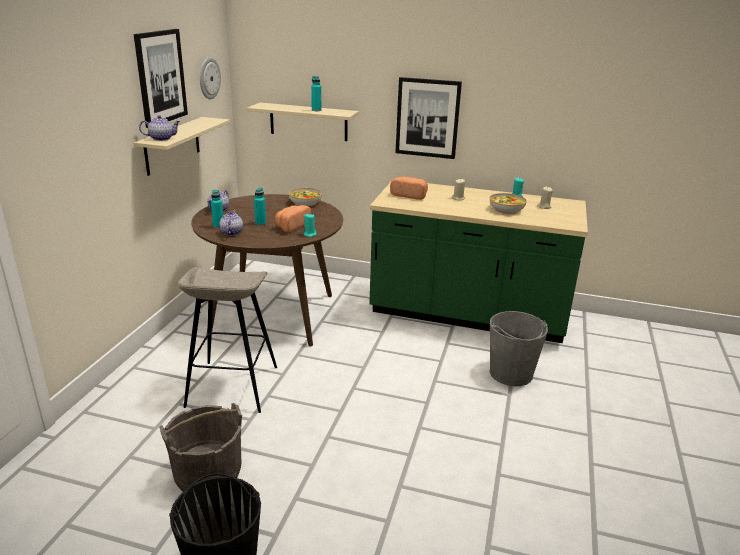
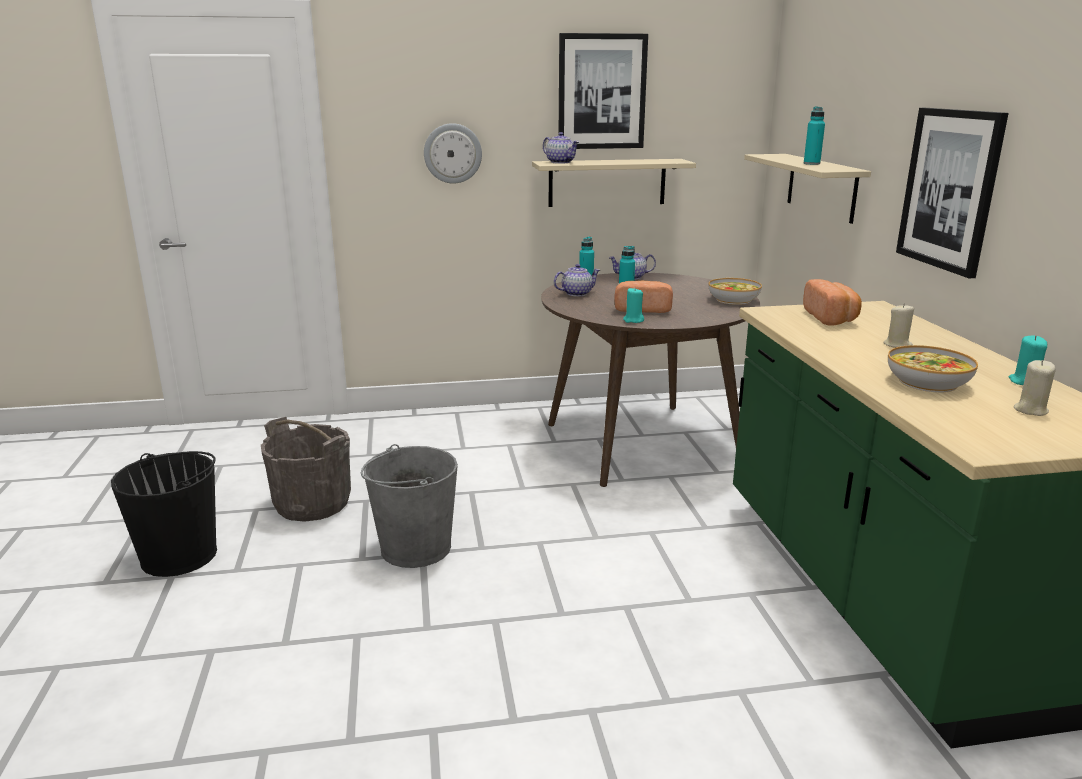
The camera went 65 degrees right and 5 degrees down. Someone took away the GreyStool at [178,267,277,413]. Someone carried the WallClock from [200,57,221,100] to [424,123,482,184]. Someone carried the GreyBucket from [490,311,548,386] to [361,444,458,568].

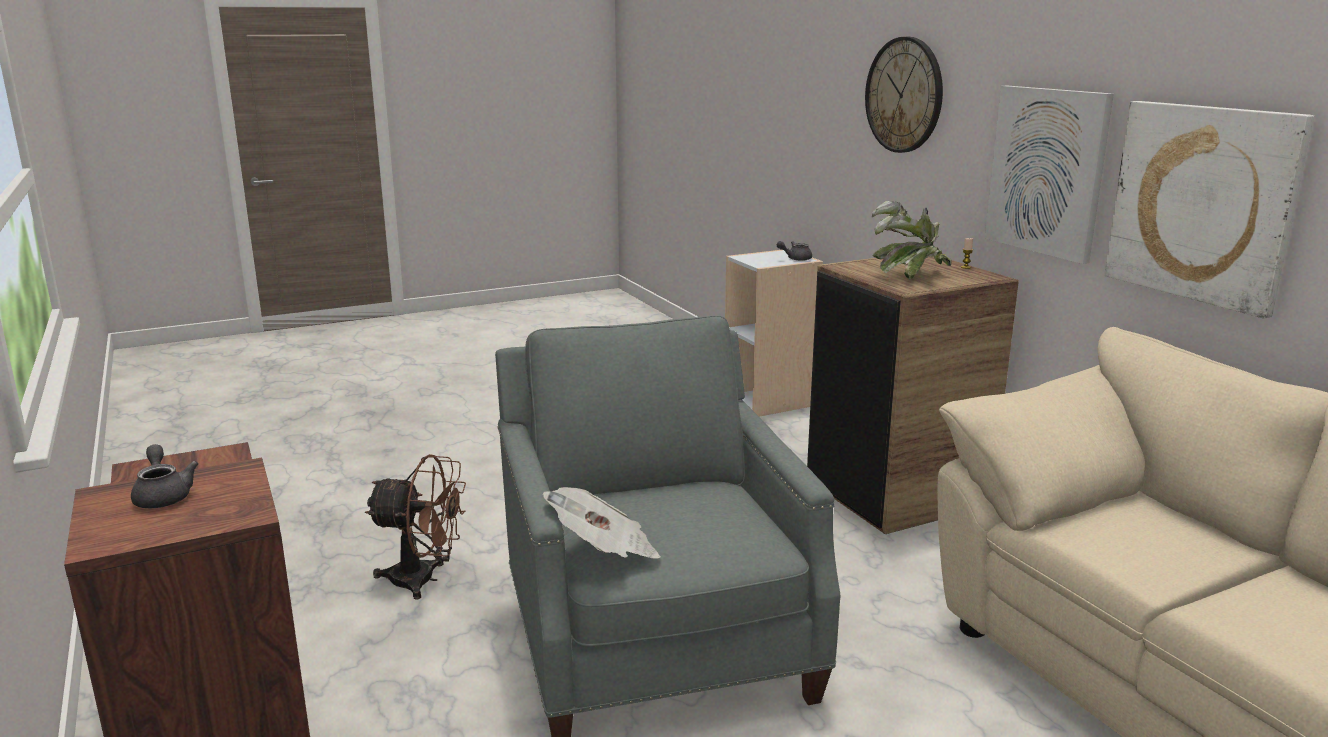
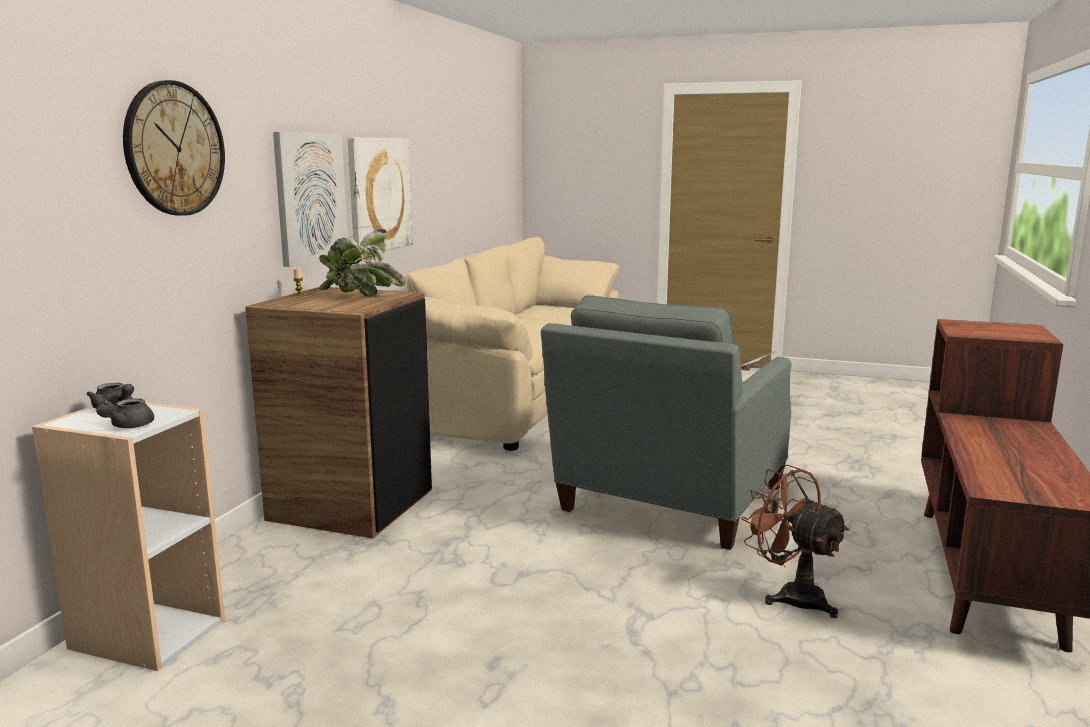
The camera went 135 degrees left and 5 degrees down. Someone carried the GreyTeapot from [131,444,199,508] to [96,398,154,428].

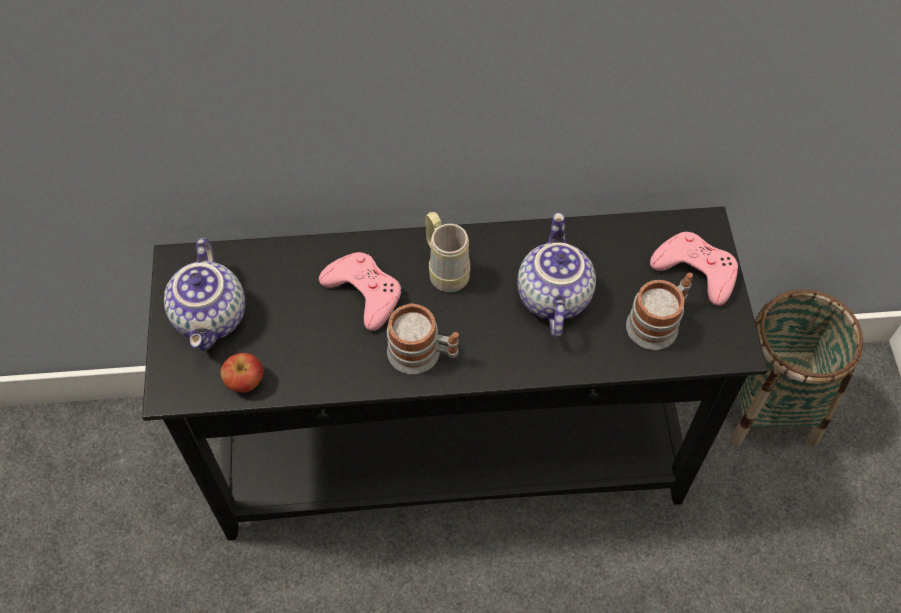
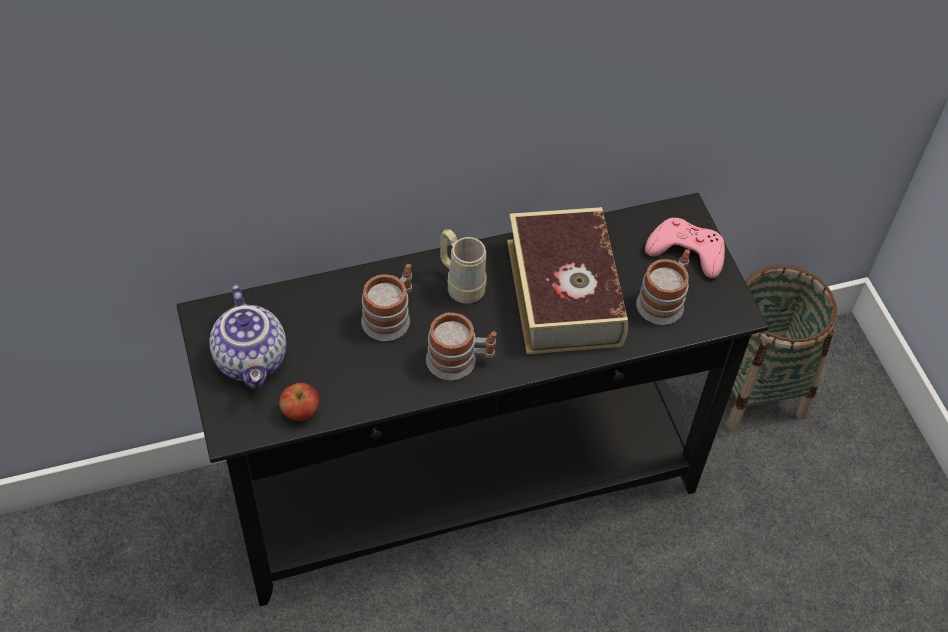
The camera went 15 degrees left and 5 degrees down. Someone swapped the PinkGameController at [319,252,401,331] for the Mug at [361,264,412,341]. Someone swapped the Teapot at [517,213,596,337] for the Book at [507,207,628,355].

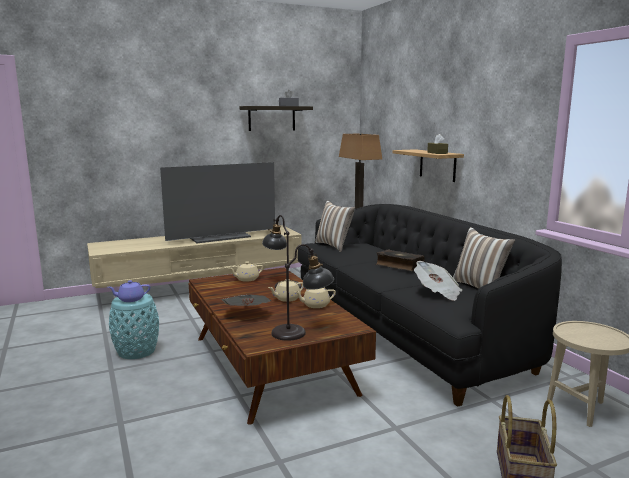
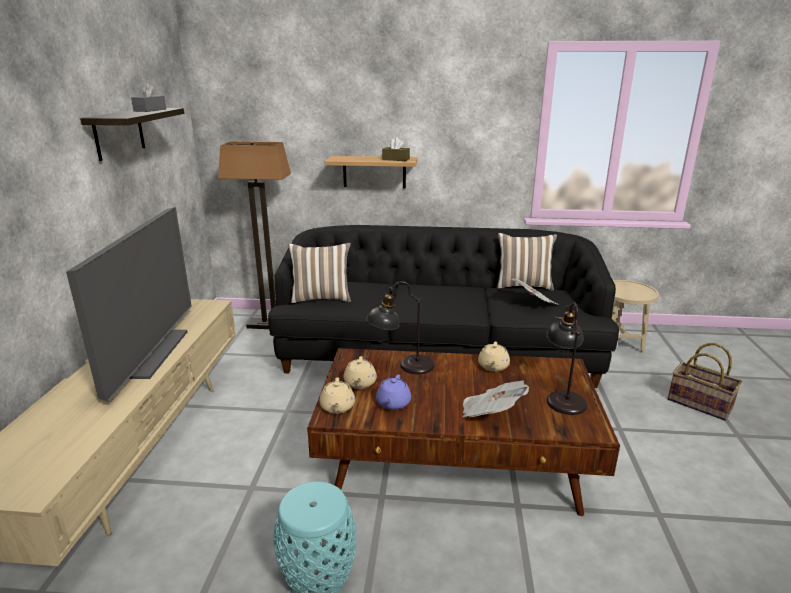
The camera went 60 degrees left and 10 degrees up. Someone took away the Book at [376,249,425,271]. Someone carried the PurpleTeapot from [108,280,150,302] to [376,375,411,410]. Someone carried the BeigeTeapot from [268,279,304,302] to [319,378,355,414].

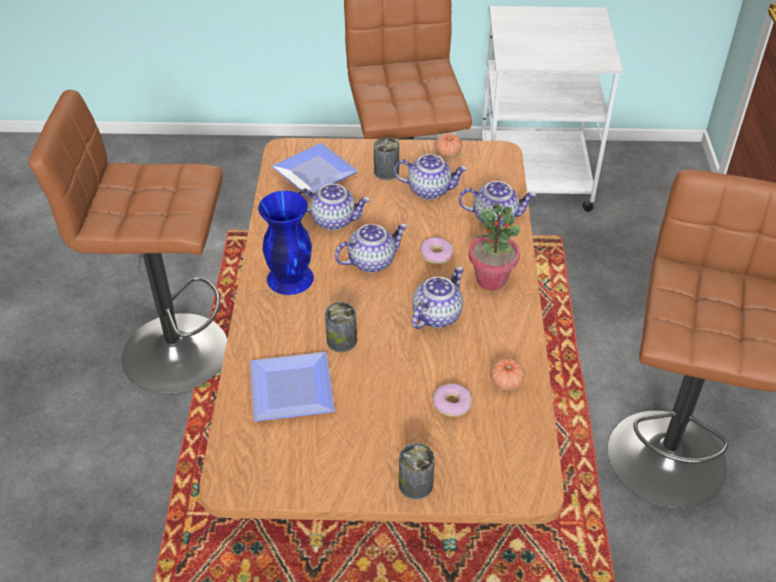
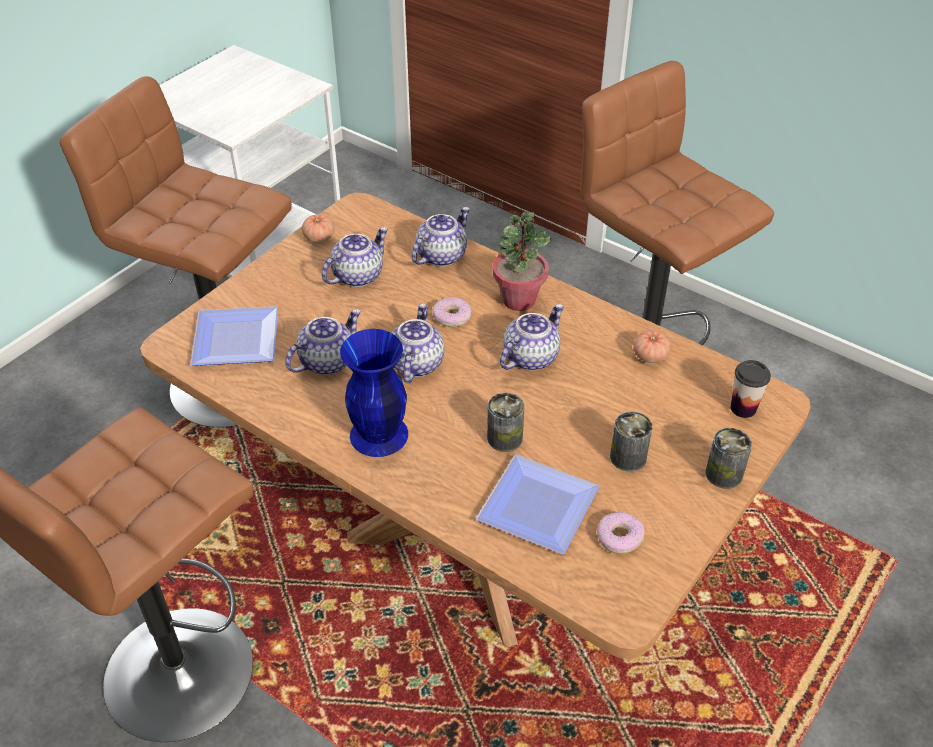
The camera went 55 degrees left and 0 degrees up. Someone put down the Cup at [731,360,771,418]. Someone carried the Can from [374,137,399,180] to [610,412,653,472]. Someone carried the Donut from [433,383,472,417] to [597,512,645,554]. Someone rotated the Teapot at [412,267,464,329] by 60 degrees clockwise.

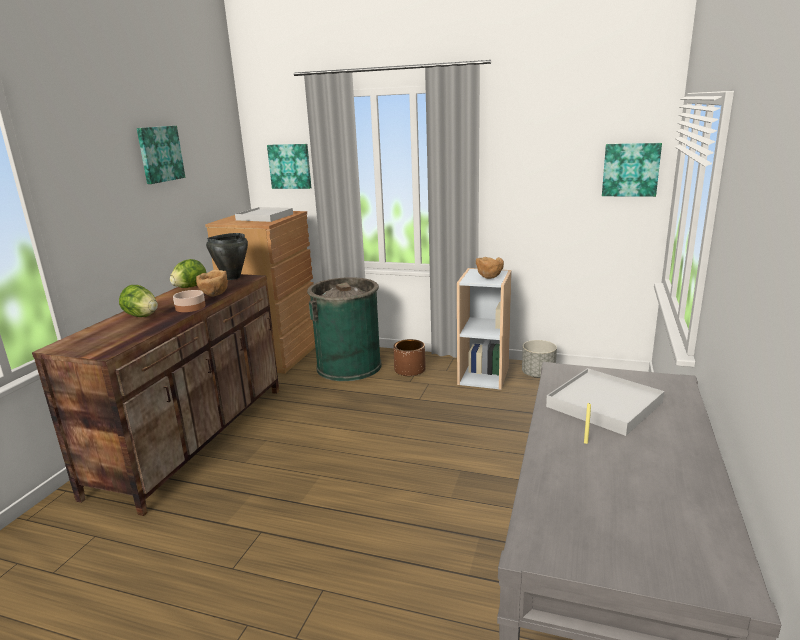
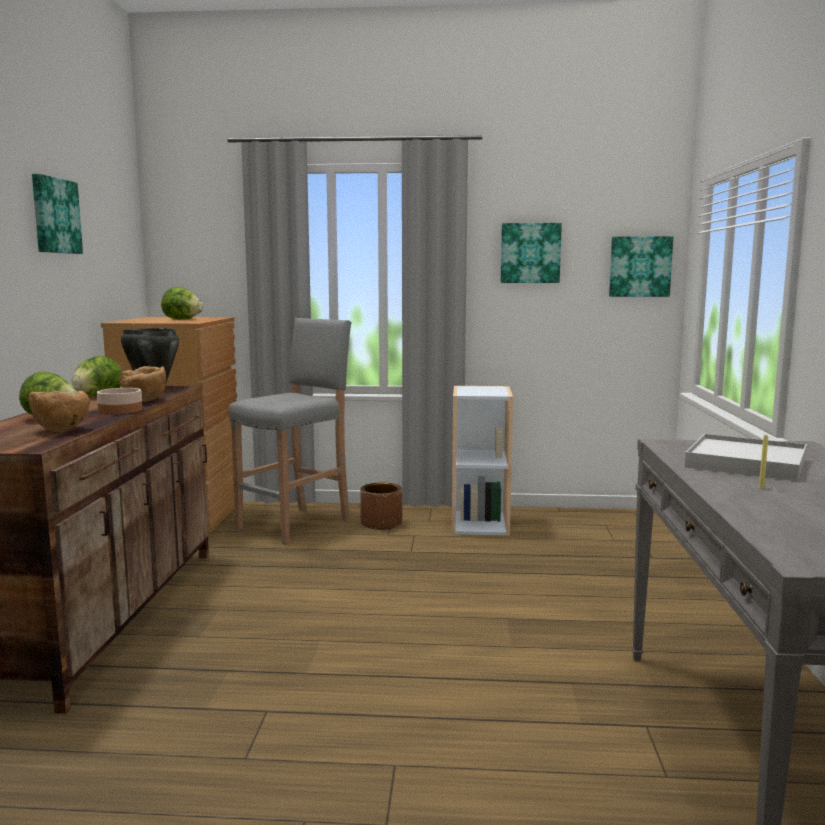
The camera went 15 degrees left and 10 degrees down. Someone took away the GreyPlanter at [522,340,557,378]. Someone carried the Picture from [267,144,311,189] to [501,223,562,283]. Someone carried the BrownBowl from [476,257,504,279] to [29,391,90,432]. Someone swapped the WhiteTray at [235,207,293,222] for the Lettuce at [161,287,203,320]. Someone swapped the GreenTrashCan at [307,277,382,381] for the GreyStool at [228,318,351,545].

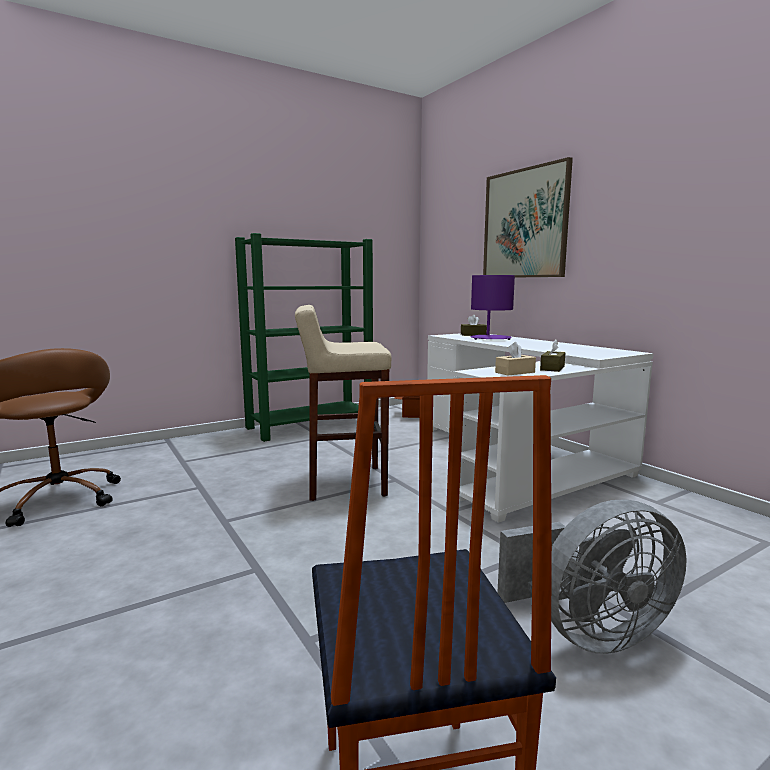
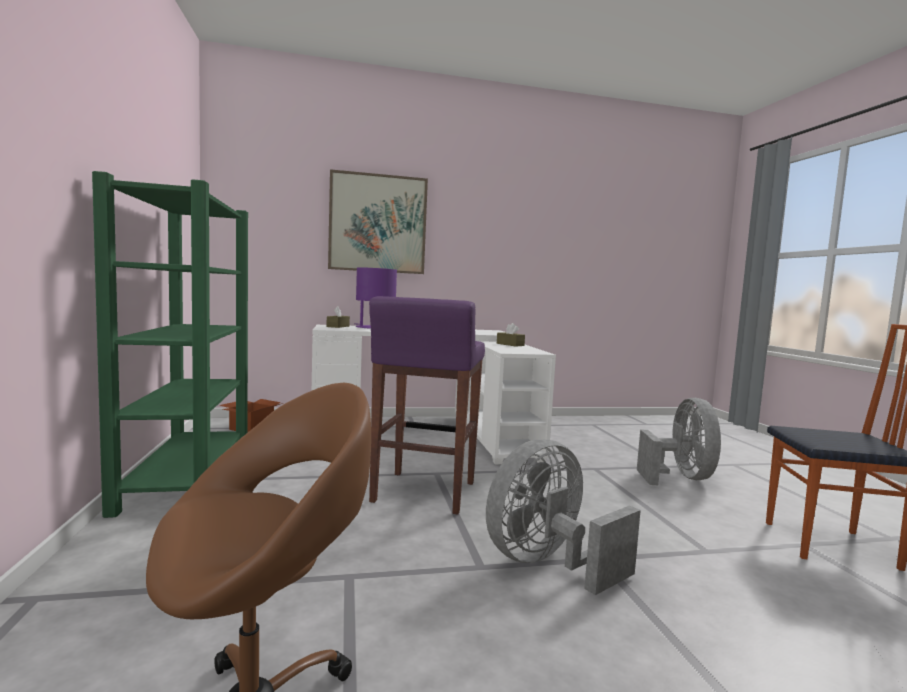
The camera went 70 degrees left and 5 degrees down. Someone took away the BeigeTissueBox at [495,342,536,375]. Someone put down the GreyFan at [486,439,641,595]. Someone repainted the BeigeStool at [295,305,392,501], which became the PurpleStool at [369,296,485,515].

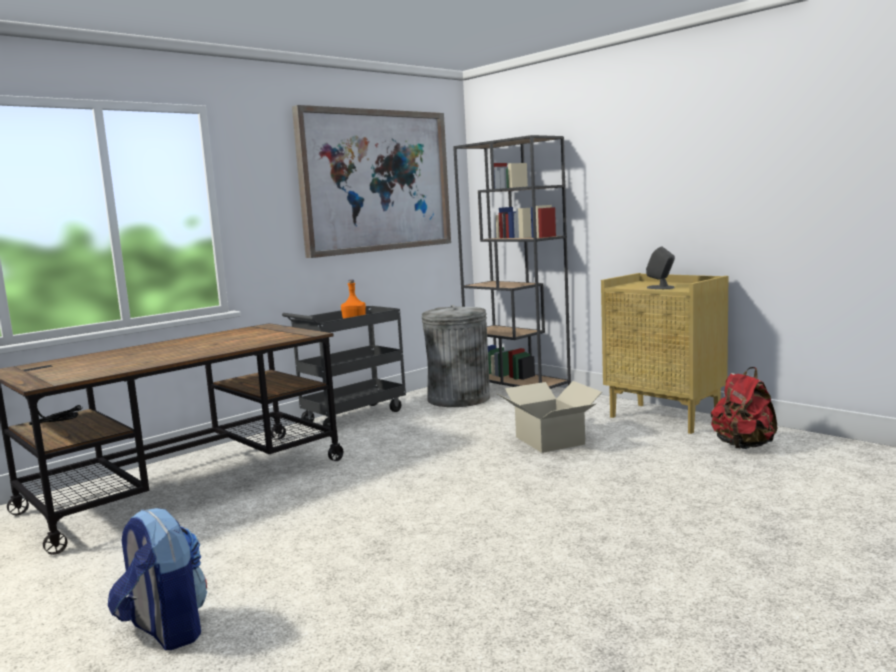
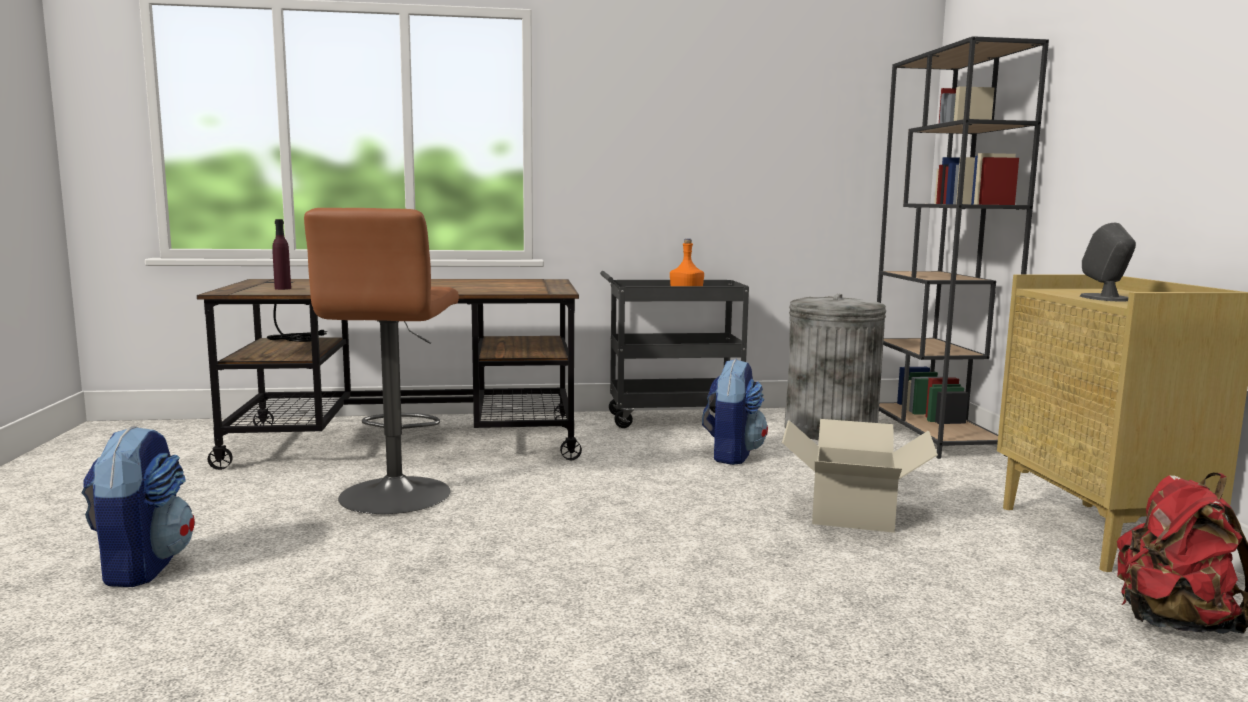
The camera went 35 degrees right and 0 degrees up. Someone took away the Picture at [292,105,451,258]. Someone put down the PurpleBottle at [272,219,291,290]. Someone put down the BrownStool at [304,208,459,514]. Someone put down the Backpack at [702,359,768,465].

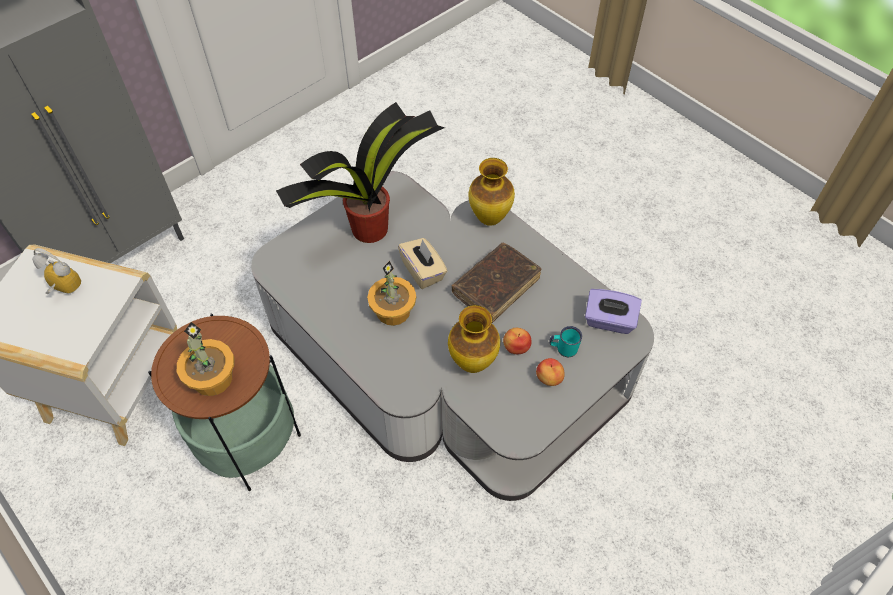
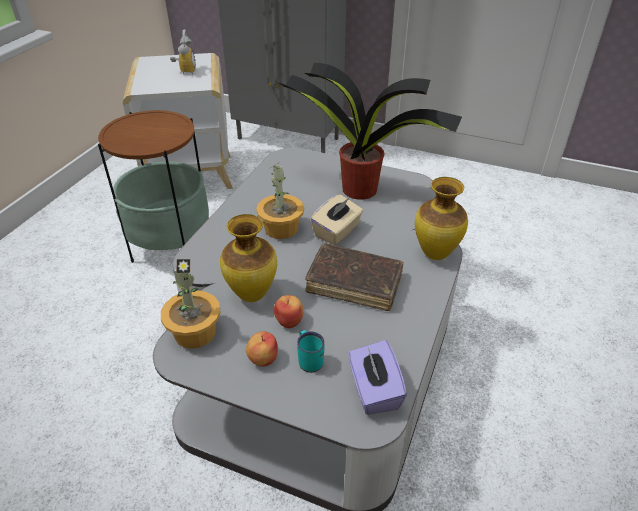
The camera went 65 degrees right and 15 degrees down. Someone carried the PottedPlant from [177,322,234,396] to [161,259,221,349].

